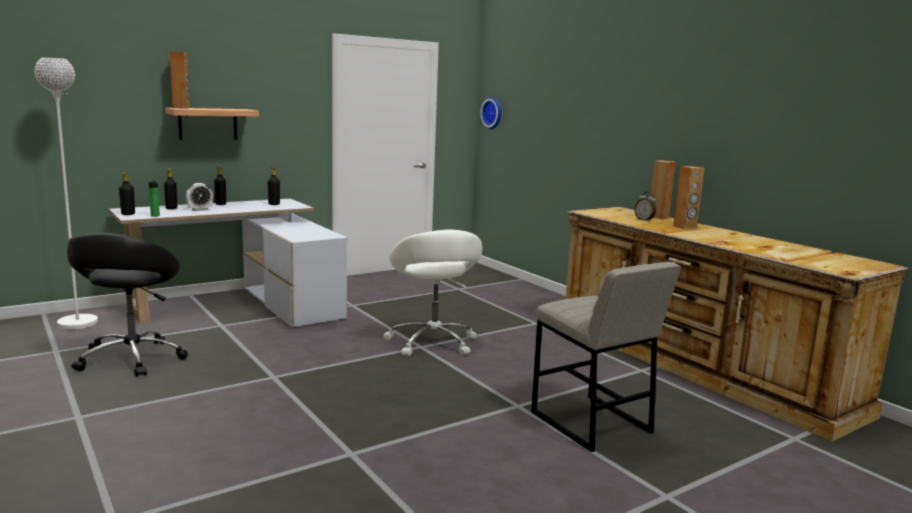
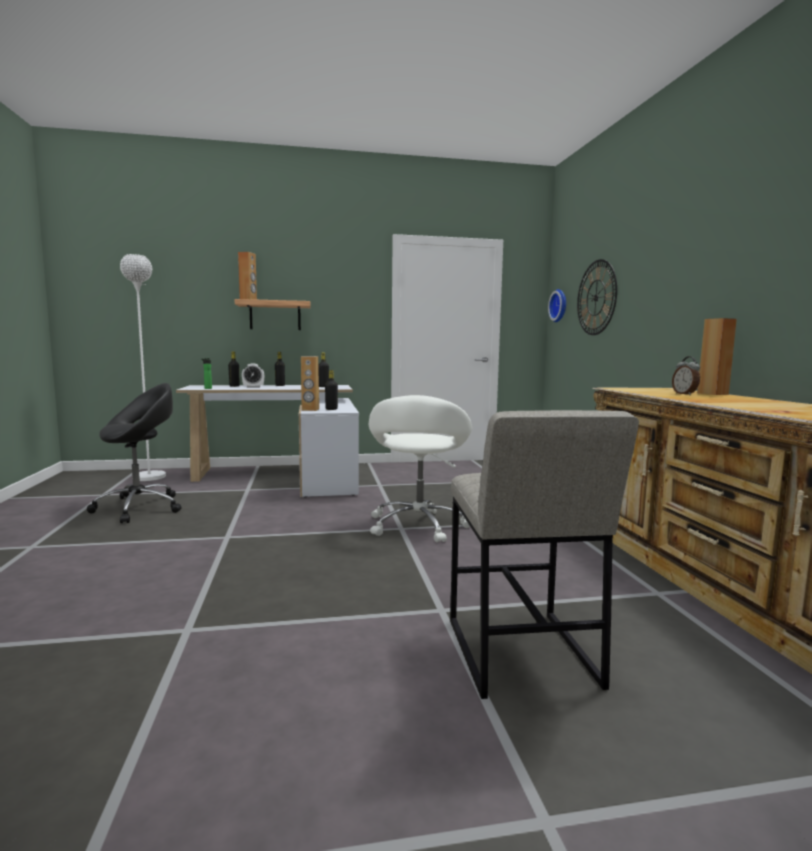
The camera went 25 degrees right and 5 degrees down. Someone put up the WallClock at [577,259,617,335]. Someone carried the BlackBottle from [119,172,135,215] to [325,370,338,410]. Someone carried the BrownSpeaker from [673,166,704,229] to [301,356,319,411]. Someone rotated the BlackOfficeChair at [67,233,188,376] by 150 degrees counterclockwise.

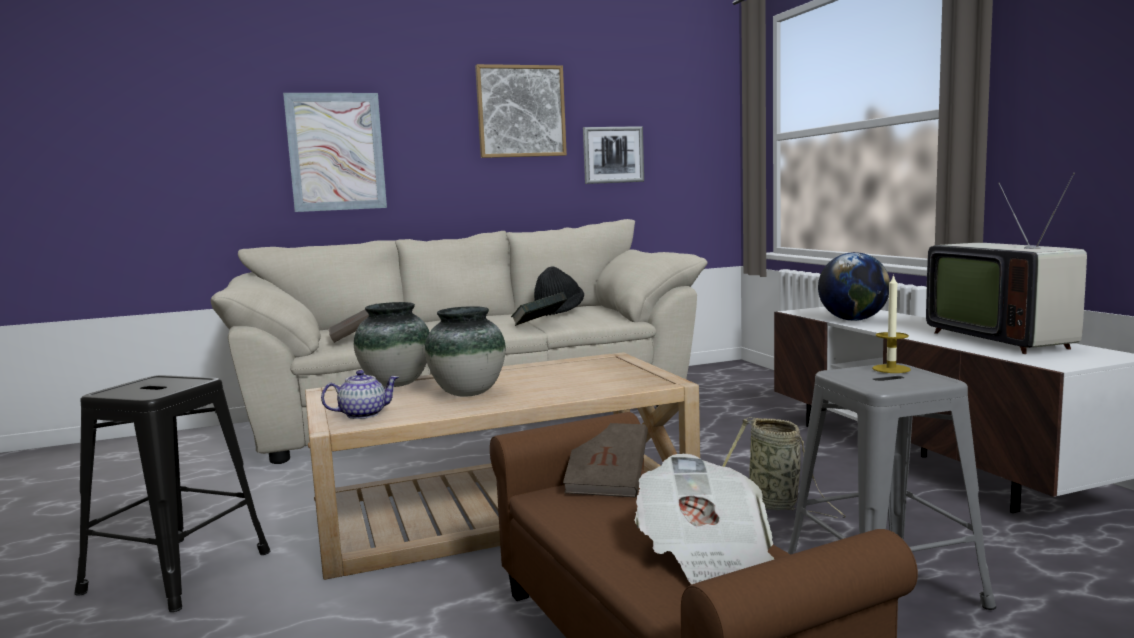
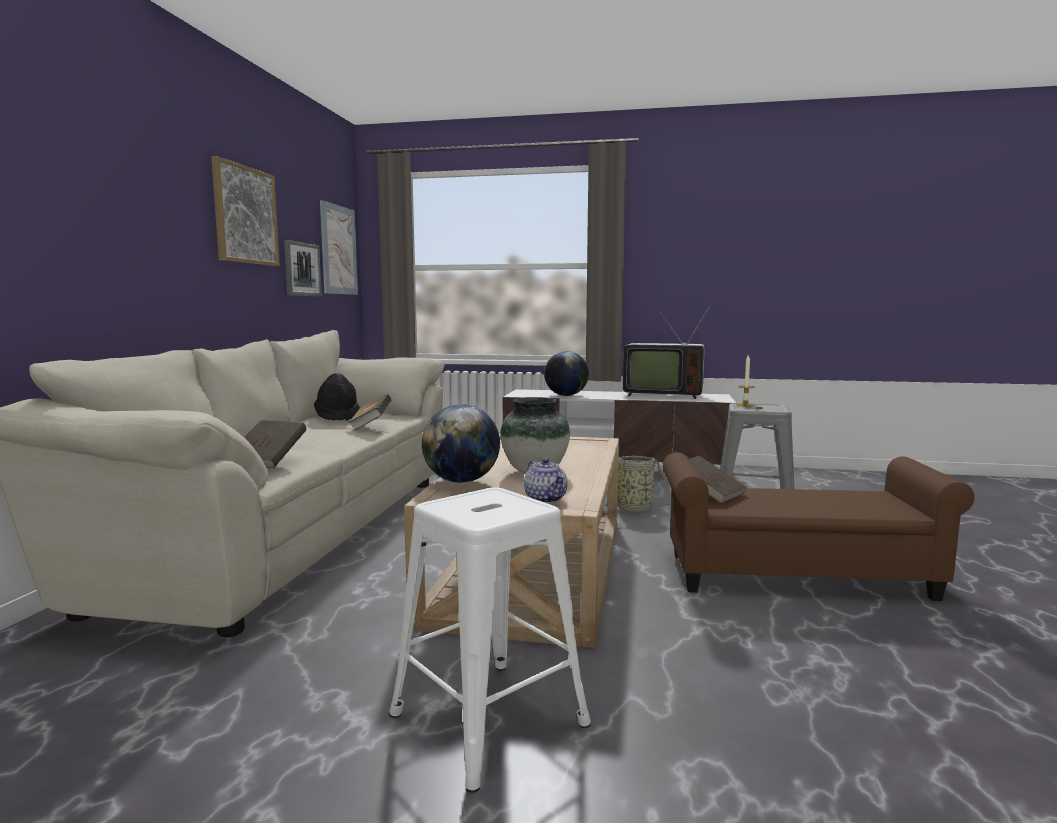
The camera went 60 degrees left and 0 degrees up. Someone took away the Newspaper at [635,454,774,584]. Someone carried the Picture from [283,93,387,212] to [320,200,358,295]. Someone swapped the Vase at [354,302,430,387] for the Globe at [422,404,500,483]. Someone repainted the BlackStool at [74,375,270,612], which became the WhiteStool at [389,488,591,793]. Someone rotated the Teapot at [321,370,399,419] by 150 degrees clockwise.

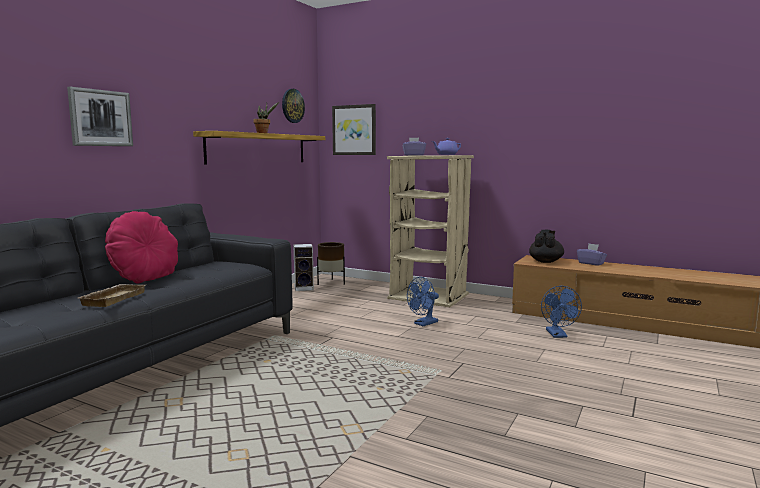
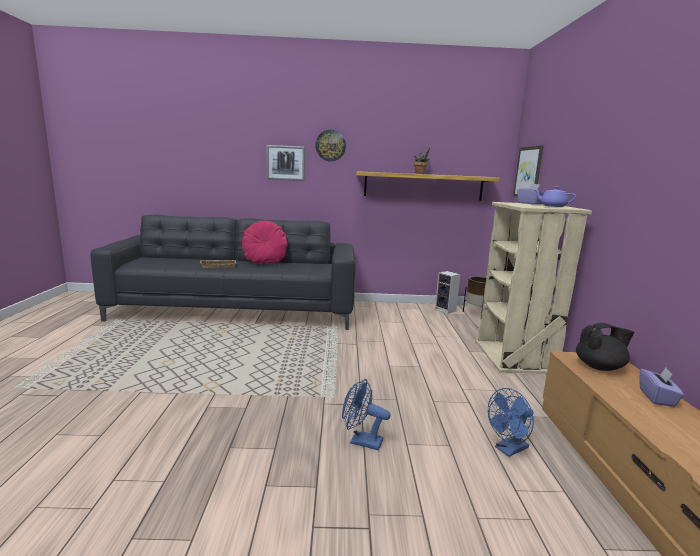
The camera went 60 degrees right and 5 degrees up. Someone carried the WallClock from [282,89,305,123] to [315,130,346,162]. Someone carried the BlueFan from [407,277,439,326] to [342,379,391,450].

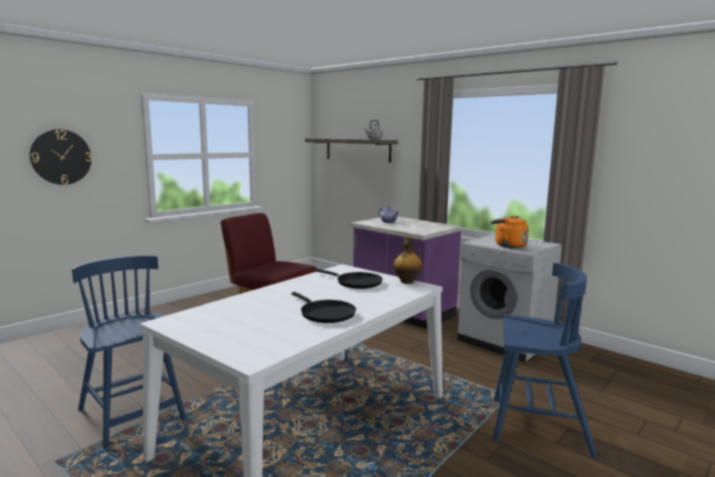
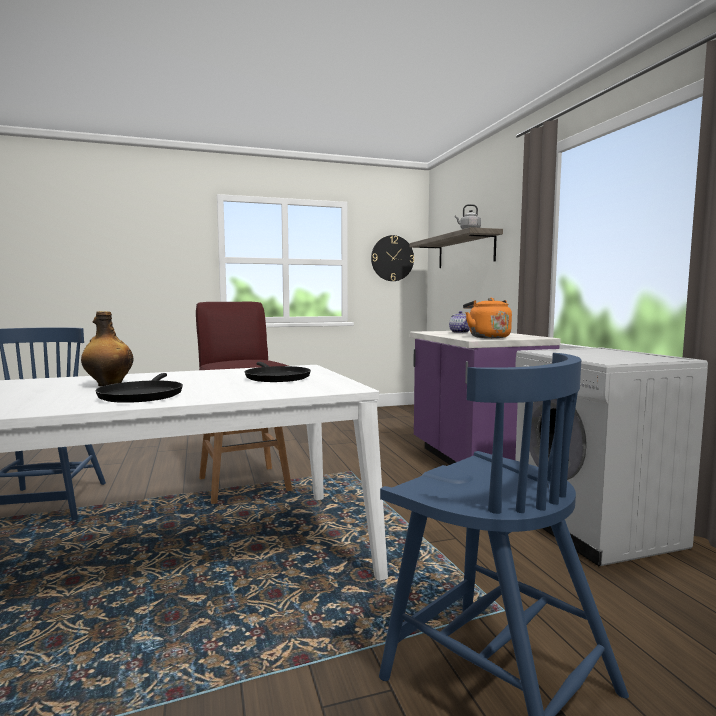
The camera went 30 degrees right and 5 degrees down. Someone carried the WallClock from [30,129,92,185] to [371,235,414,281]. Someone carried the Bottle from [393,236,422,284] to [81,311,134,386]. Someone carried the OrangeKettle from [491,216,529,248] to [463,298,512,338].

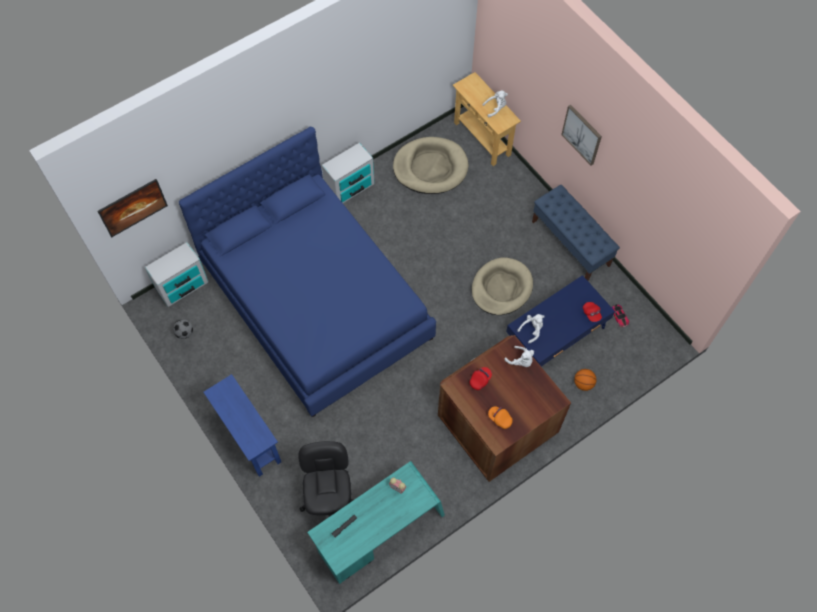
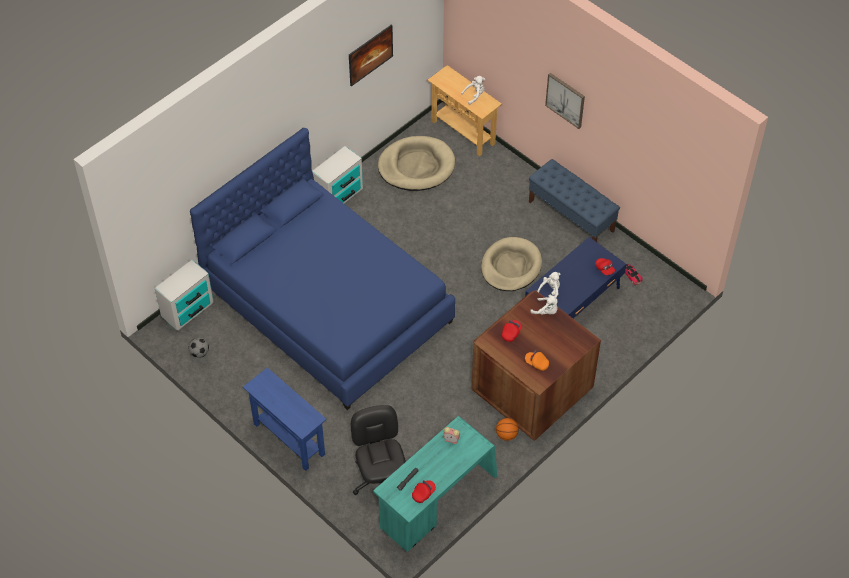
The camera went 10 degrees left and 10 degrees down. Someone put down the RedCap at [412,480,436,503]. Someone carried the Picture from [97,179,168,237] to [349,25,393,86]. Someone carried the Basketball from [574,369,596,391] to [496,418,519,441].

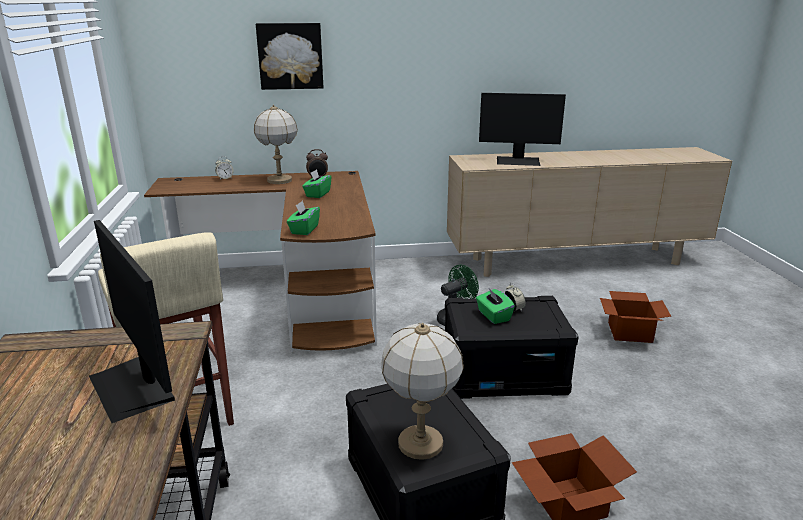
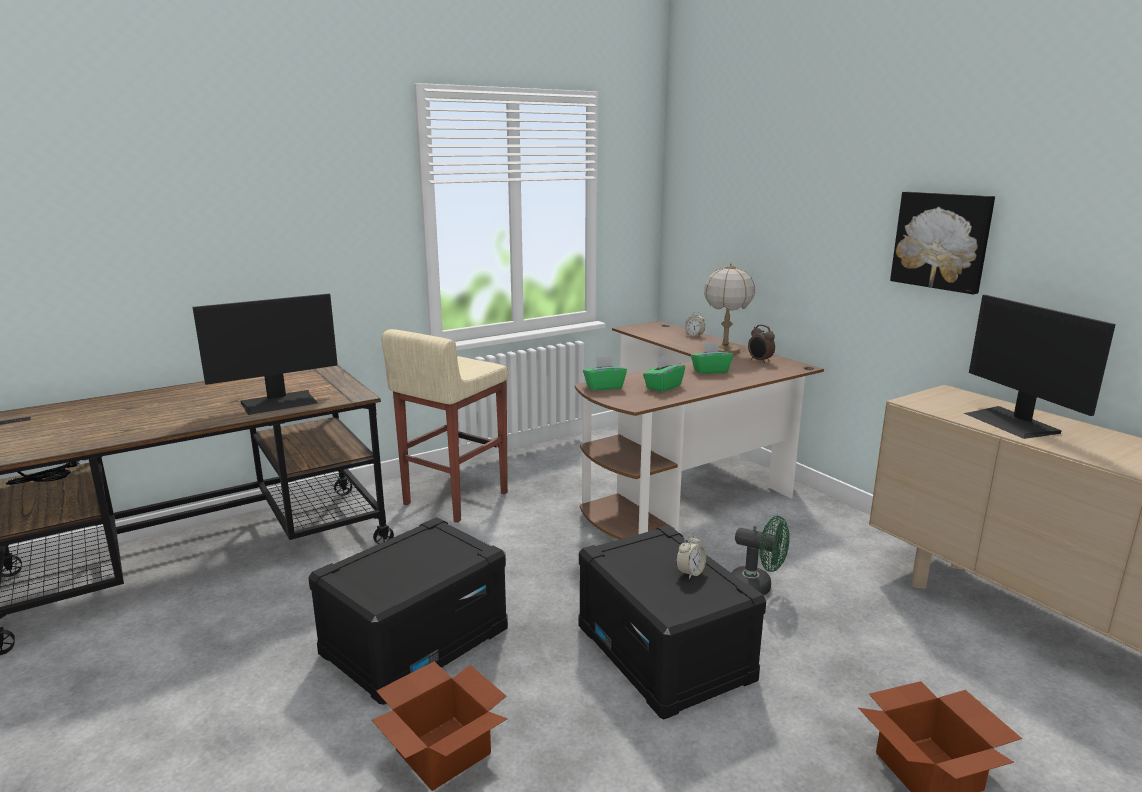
The camera went 65 degrees right and 5 degrees down. Someone took away the TableLamp at [381,323,464,460]. Someone carried the Picture from [256,23,324,90] to [890,192,995,294]. Someone carried the GreenTissueBox from [476,288,515,324] to [643,355,685,392]. Someone rotated the Monitor at [89,220,175,423] by 150 degrees counterclockwise.

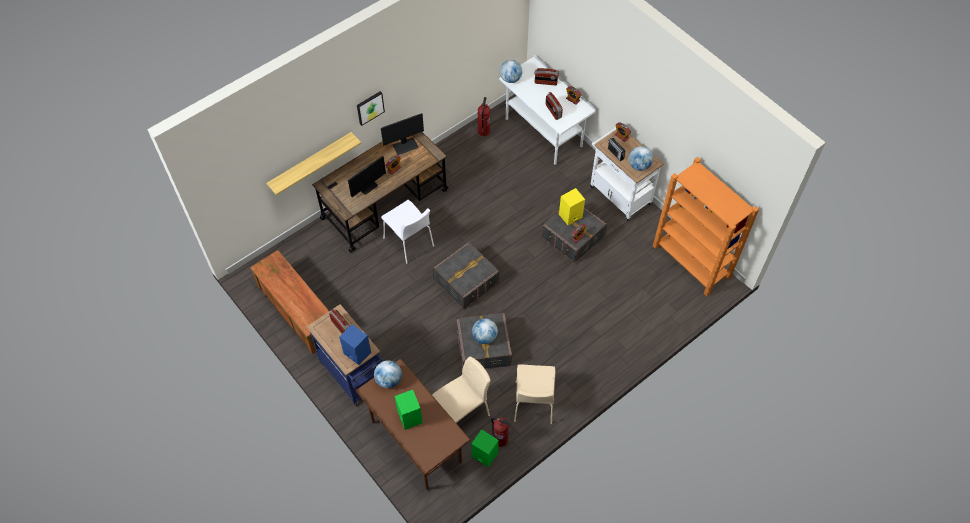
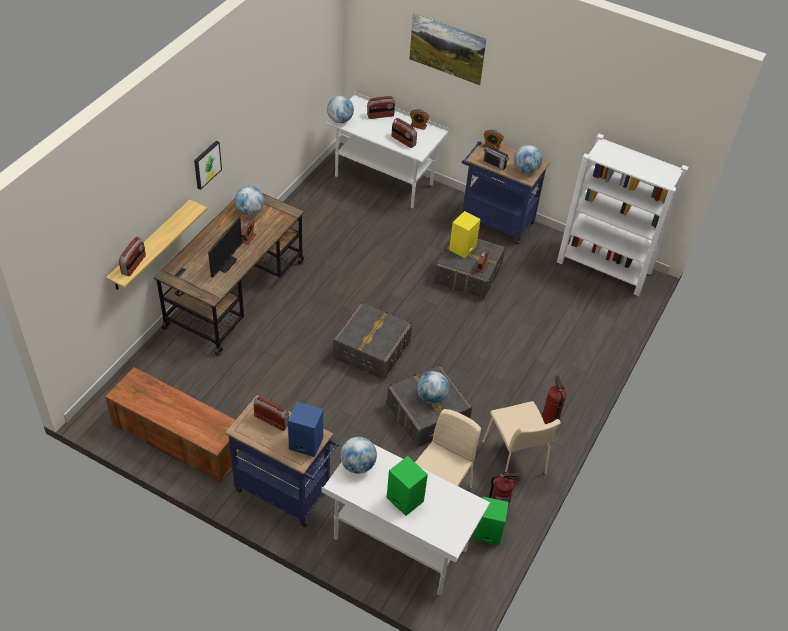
The camera went 25 degrees left and 10 degrees down. Someone took away the WhiteChair at [381,200,434,264]. Someone put down the Radio at [119,237,146,276]. Someone put up the Picture at [409,13,487,85]. Someone carried the FireExtinguisher from [478,97,490,136] to [542,375,567,424]. Someone swapped the Monitor at [381,113,424,155] for the Globe at [235,186,264,216]. Someone repainted the BrownDesk at [355,359,470,490], which became the WhiteDesk at [322,445,490,596]. Someone repainted the WhiteCart at [590,127,664,221], which became the BlueCart at [462,140,550,245]. Someone repainted the OrangeBookcase at [653,157,759,296], which became the WhiteBookcase at [557,134,689,296].

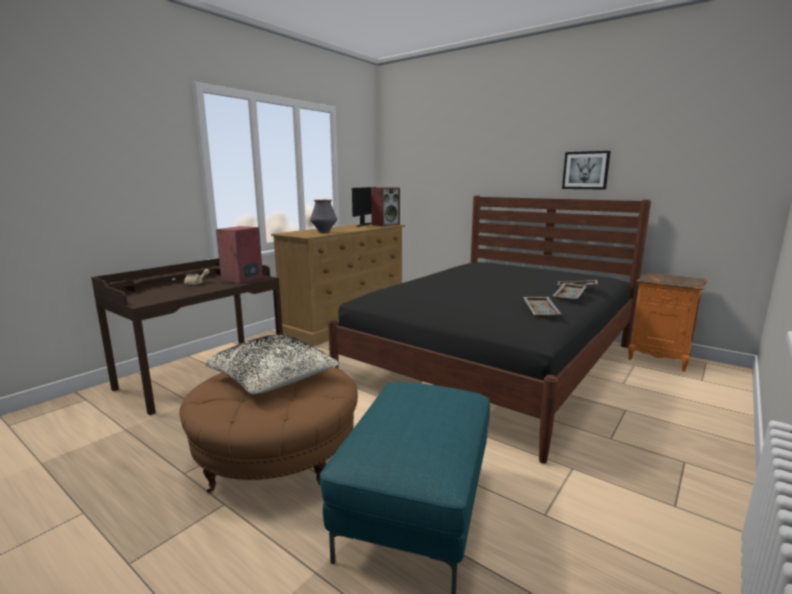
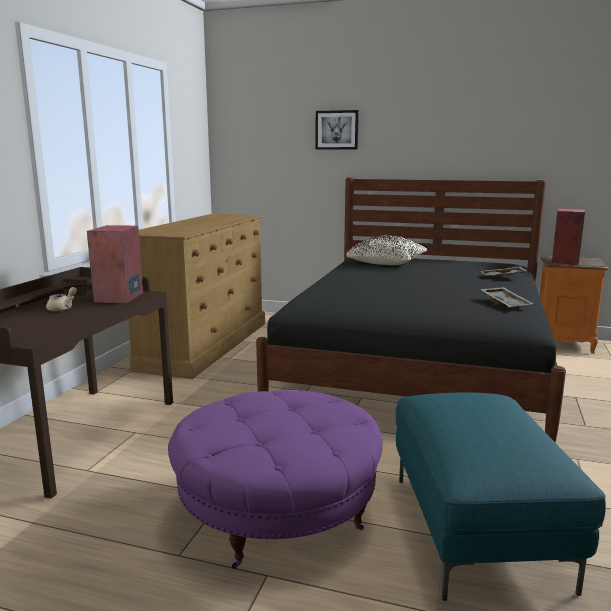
The camera went 20 degrees left and 0 degrees up. Someone took away the Vase at [310,200,337,233]. Someone took away the Monitor at [352,187,373,227]. Someone took away the GreyTray at [553,283,587,300]. Someone carried the BeigePillow from [206,335,339,394] to [346,235,428,265]. Someone carried the Speaker from [371,187,400,226] to [552,208,585,265]. Someone carried the Picture from [562,151,611,190] to [315,110,359,150]. Someone repainted the BrownOttoman at [180,367,358,493], which became the PurpleOttoman at [168,390,383,569].

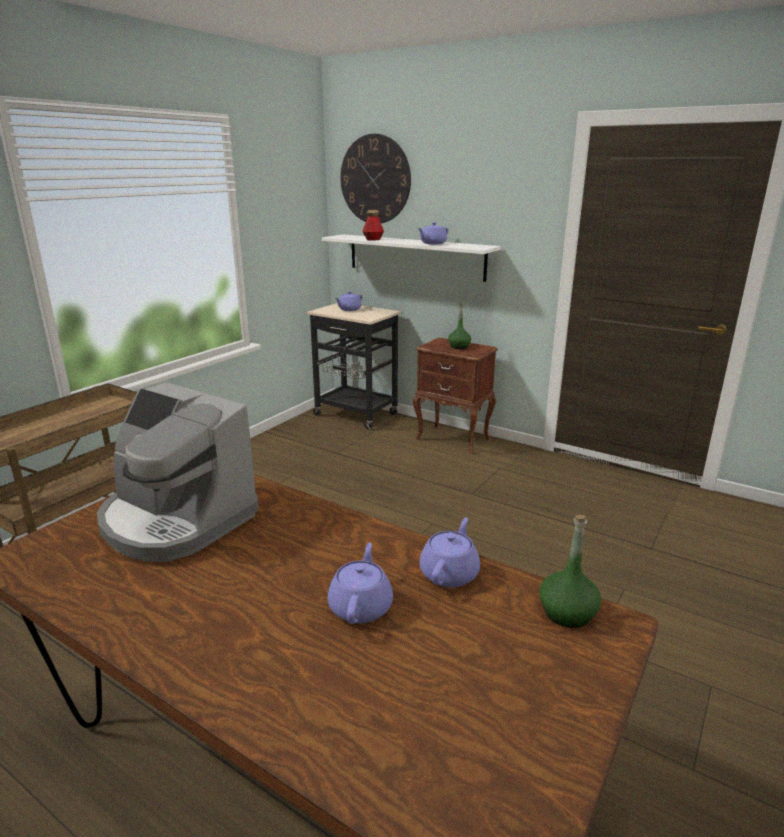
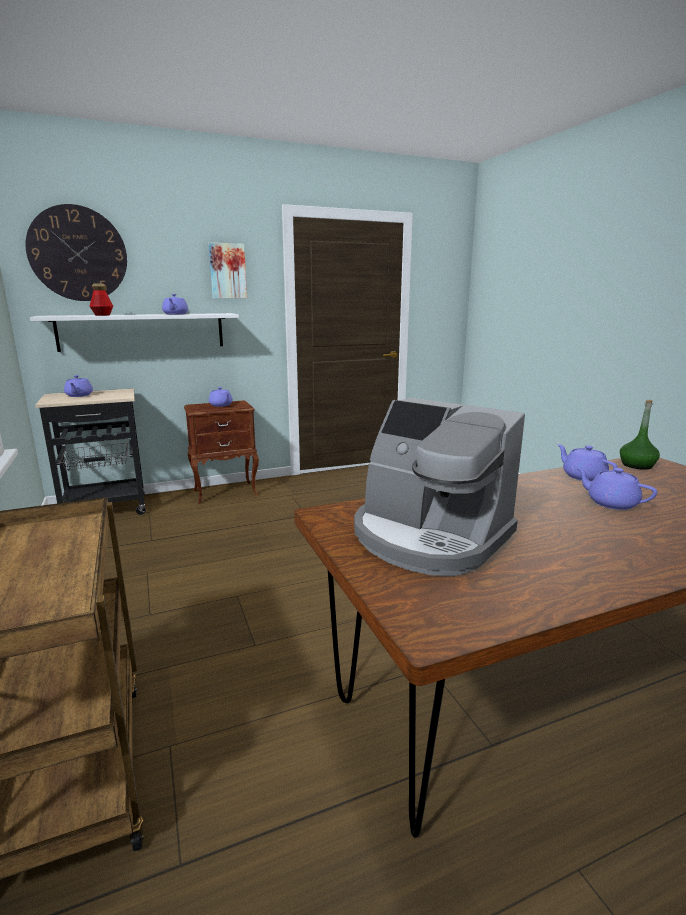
The camera went 55 degrees left and 5 degrees down. Someone put up the Picture at [208,242,247,298]. Someone swapped the GreenBottle at [448,303,471,349] for the PurpleTeapot at [209,387,233,407]. Someone rotated the CoffeeMachine at [97,382,258,562] by 60 degrees clockwise.

